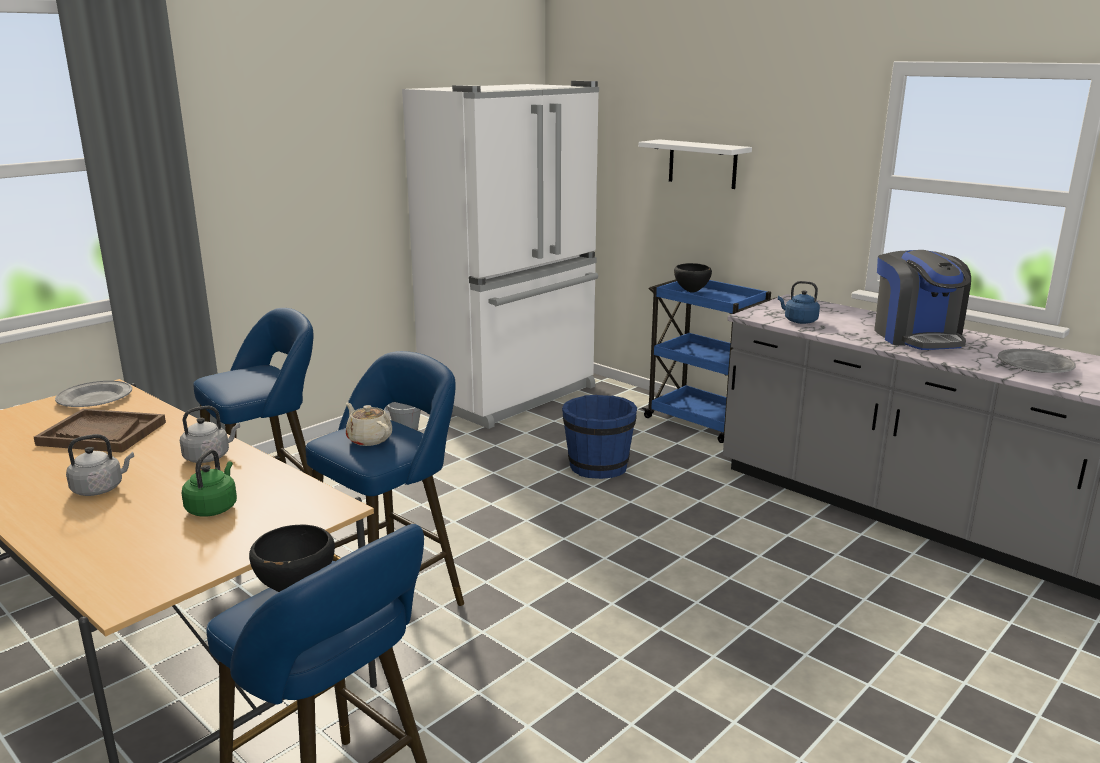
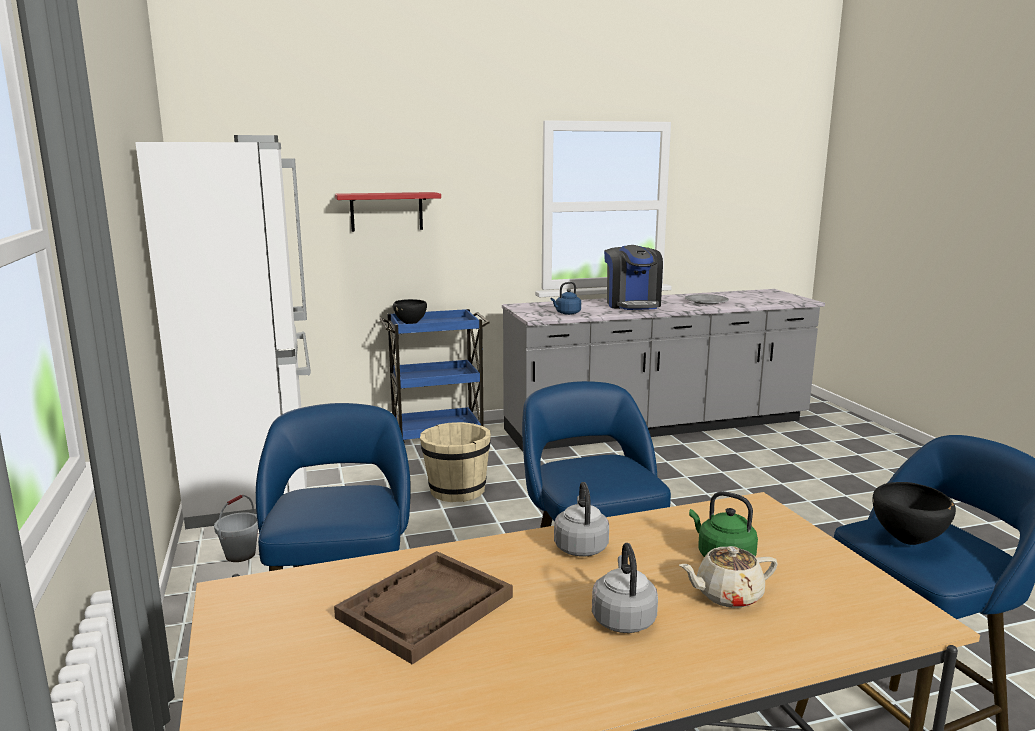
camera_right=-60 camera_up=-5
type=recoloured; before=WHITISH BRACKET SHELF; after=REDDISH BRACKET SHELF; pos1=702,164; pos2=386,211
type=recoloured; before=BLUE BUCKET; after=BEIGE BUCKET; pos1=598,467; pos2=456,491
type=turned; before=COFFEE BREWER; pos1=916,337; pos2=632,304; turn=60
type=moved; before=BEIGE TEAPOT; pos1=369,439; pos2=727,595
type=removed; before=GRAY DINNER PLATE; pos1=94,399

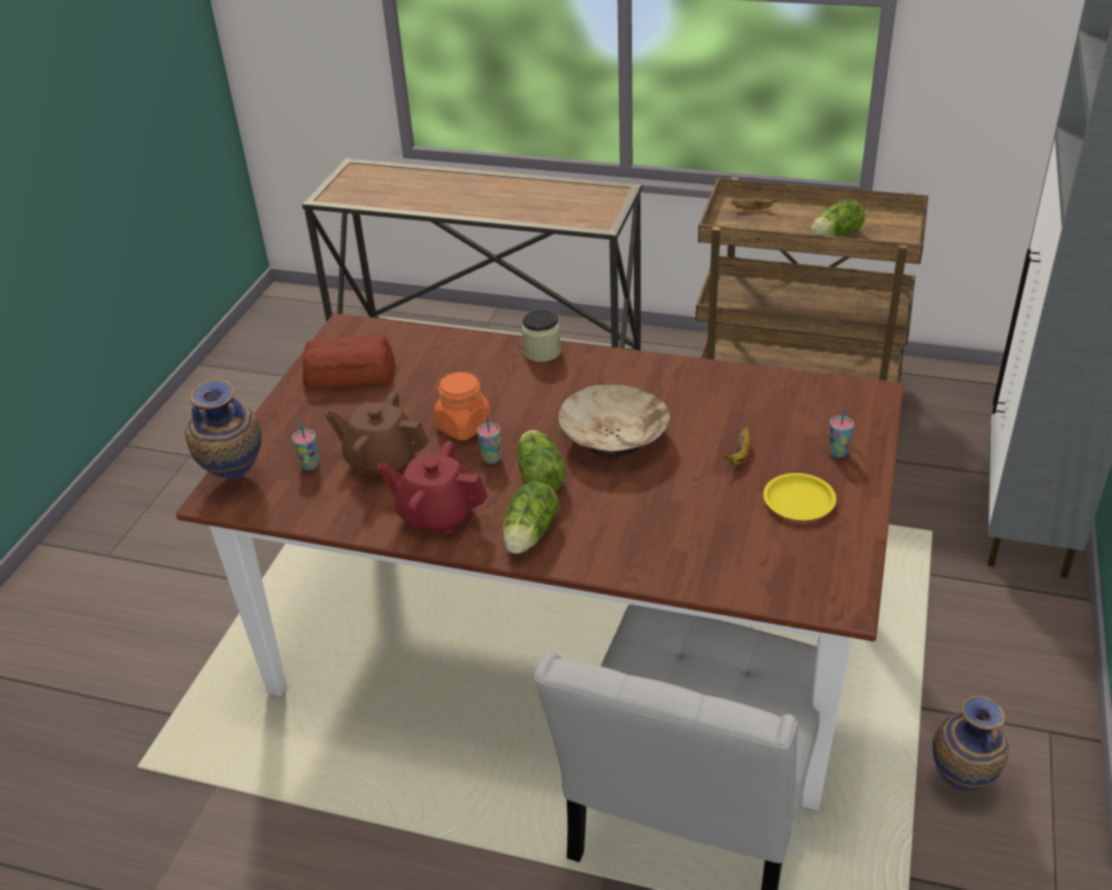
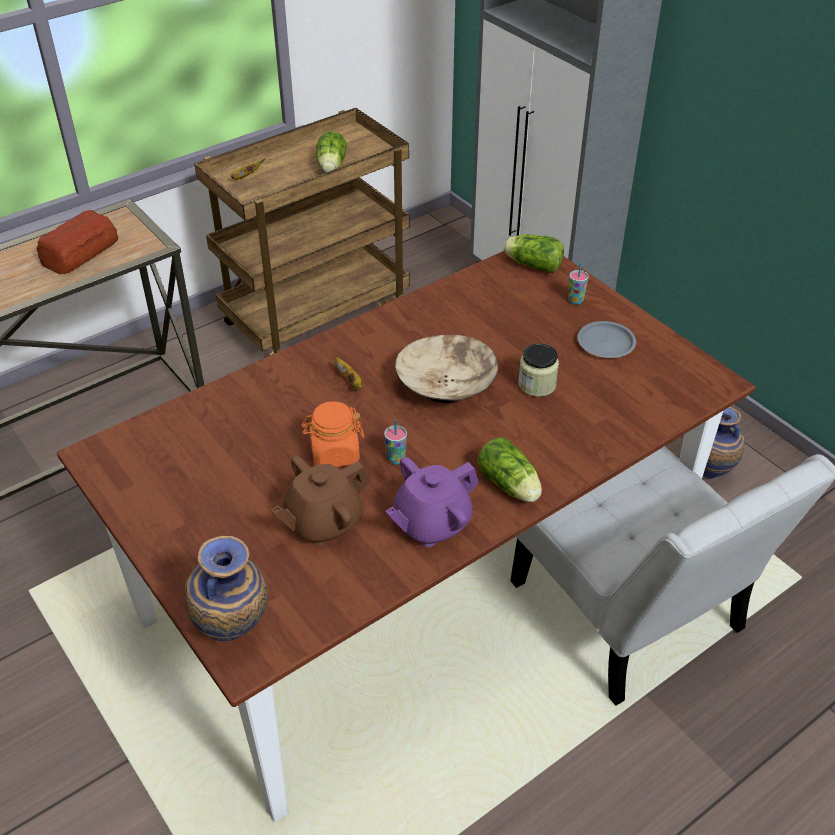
camera_right=-55 camera_up=5
type=moved; before=BAKERY BREAD; pos1=351,374; pos2=81,251
type=moved; before=BANANA FRUIT; pos1=740,456; pos2=350,381
type=recoloured; before=REDDISH TEAPOT; after=PURPLE-COLOURED TEAPOT; pos1=437,515; pos2=431,524
type=moved; before=LETTUCE HEAD; pos1=539,474; pos2=531,264
type=moved; before=JAR; pos1=542,352; pos2=537,385
type=recoloured; before=YELLOW DINNER PLATE; after=GRAY DINNER PLATE; pos1=799,501; pos2=606,343
type=removed; before=CUP; pos1=310,465

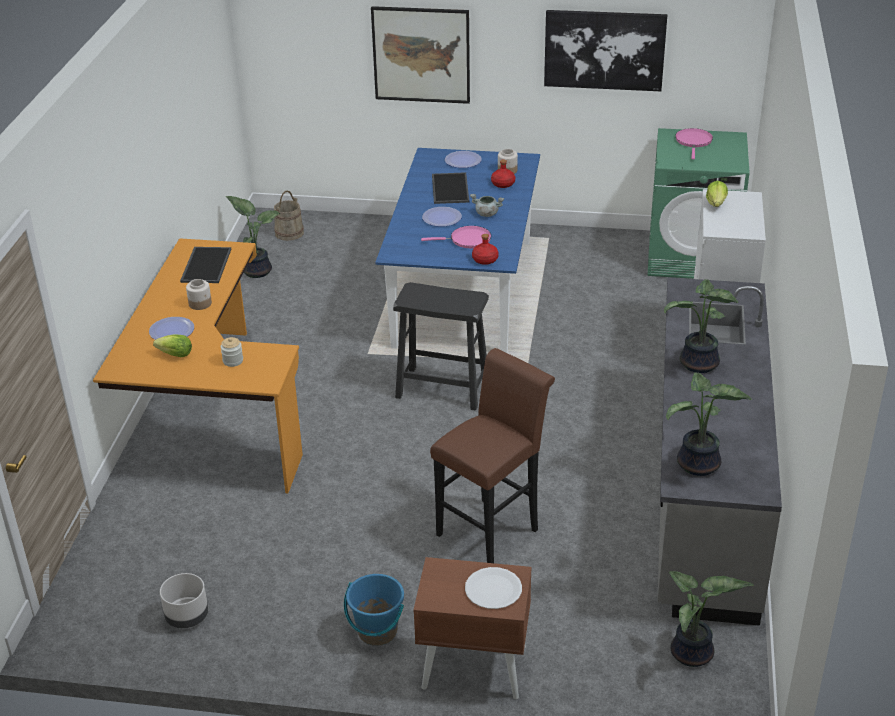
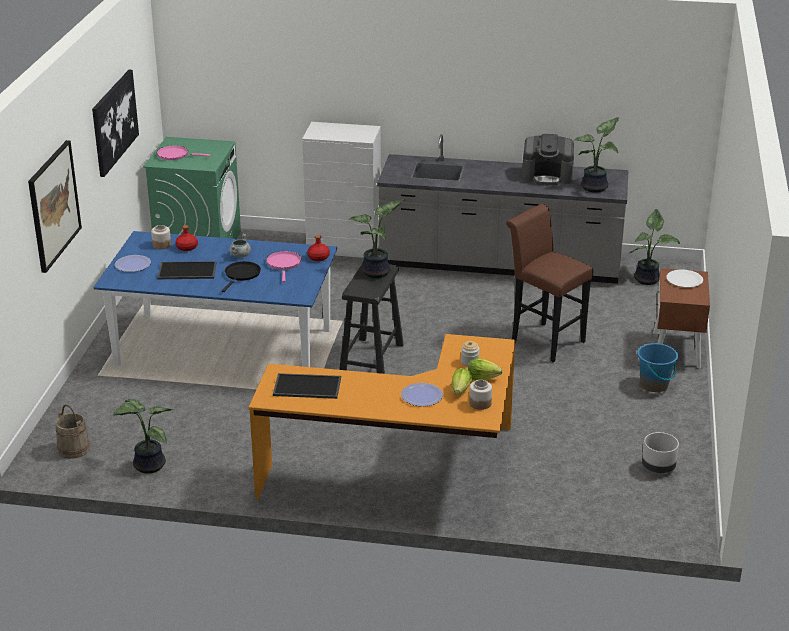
camera_right=-90 camera_up=-5
type=replaced; before=DINNER PLATE; after=BLACK FRYING PAN; pos1=442,218; pos2=241,275
type=moved; before=POTTED PLANT; pos1=698,365; pos2=377,272
type=moved; before=LETTUCE HEAD; pos1=716,204; pos2=482,378
type=moved; before=JAR; pos1=200,303; pos2=480,403
type=added; after=COFFEE BREWER; pos2=547,176

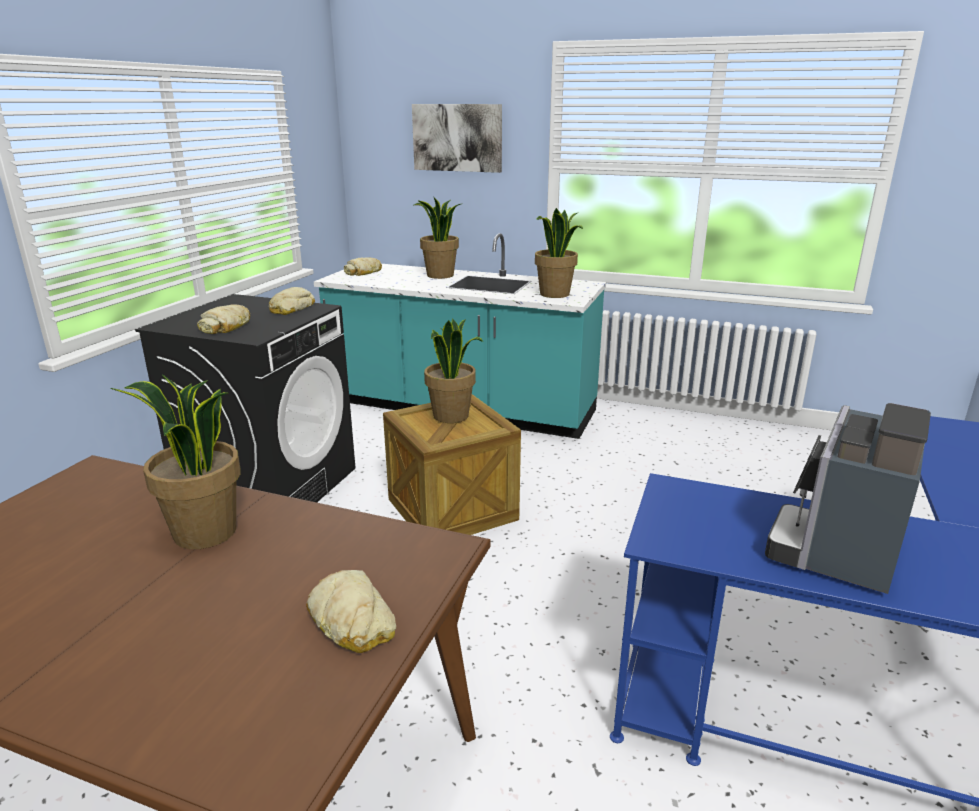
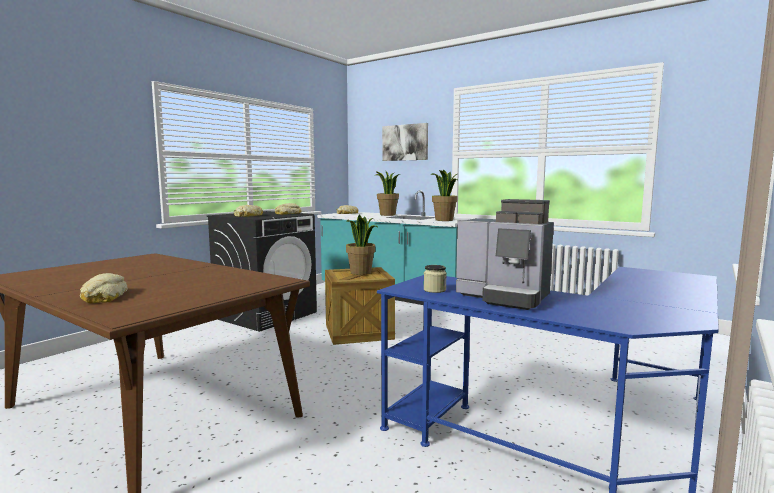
camera_right=15 camera_up=-15
type=moved; before=BAKERY BREAD; pos1=352,621; pos2=103,296
type=added; after=JAR; pos2=434,290
type=turned; before=COFFEE BREWER; pos1=838,549; pos2=505,297; turn=-105
type=removed; before=POTTED PLANT; pos1=204,533

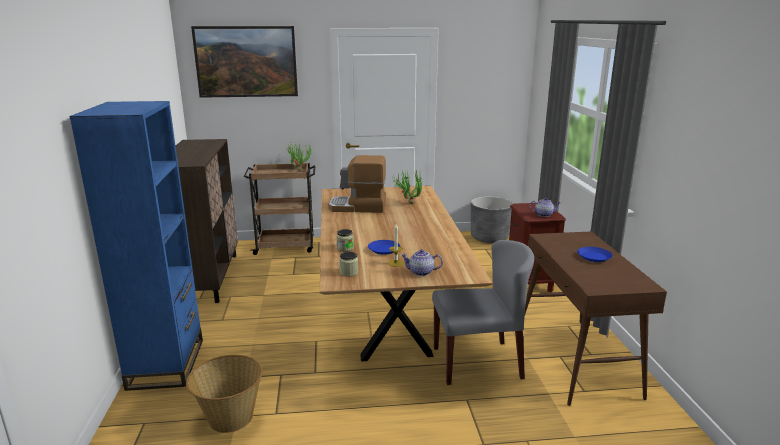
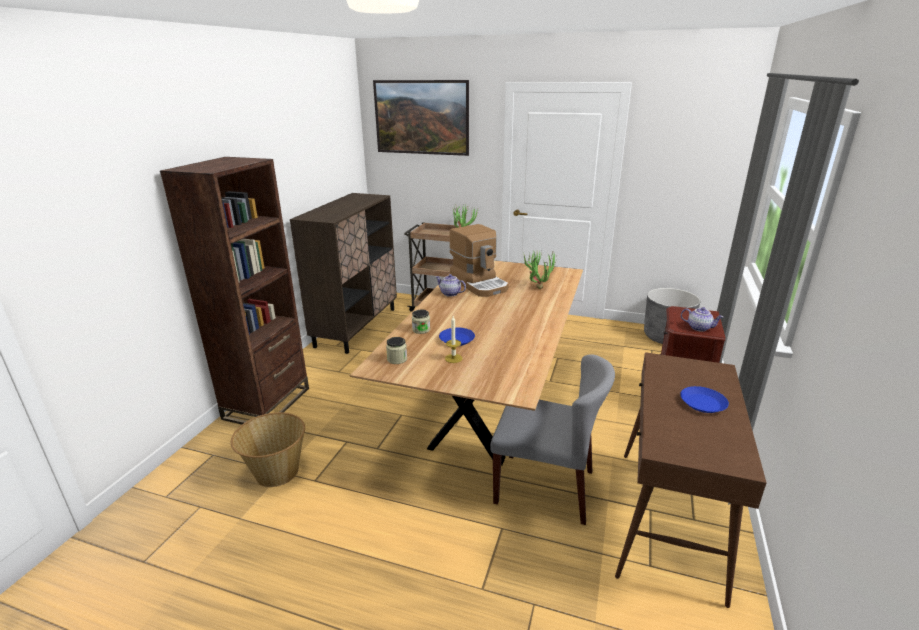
camera_right=25 camera_up=5
type=recoloured; before=BLUE BOOKCASE; after=BROWN BOOKCASE; pos1=166,364; pos2=267,403
type=moved; before=TEAPOT; pos1=421,272; pos2=450,294
type=turned; before=COFFEE BREWER; pos1=358,207; pos2=480,284; turn=-150

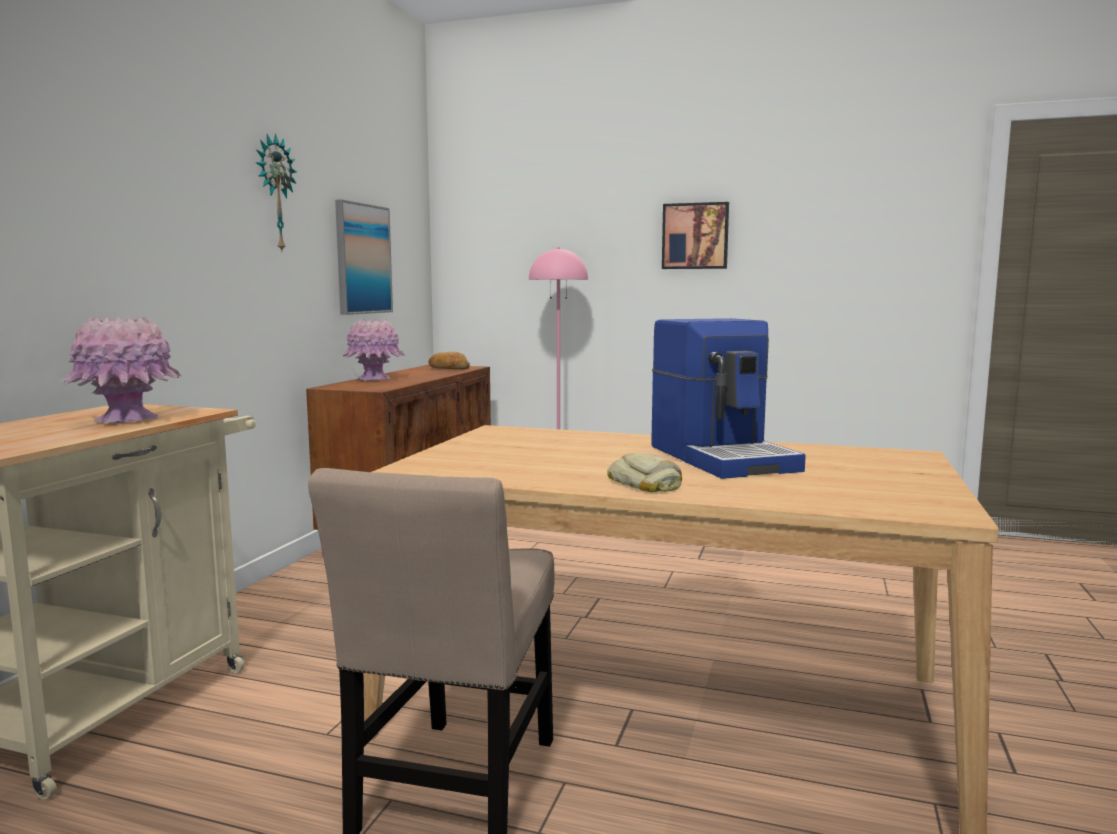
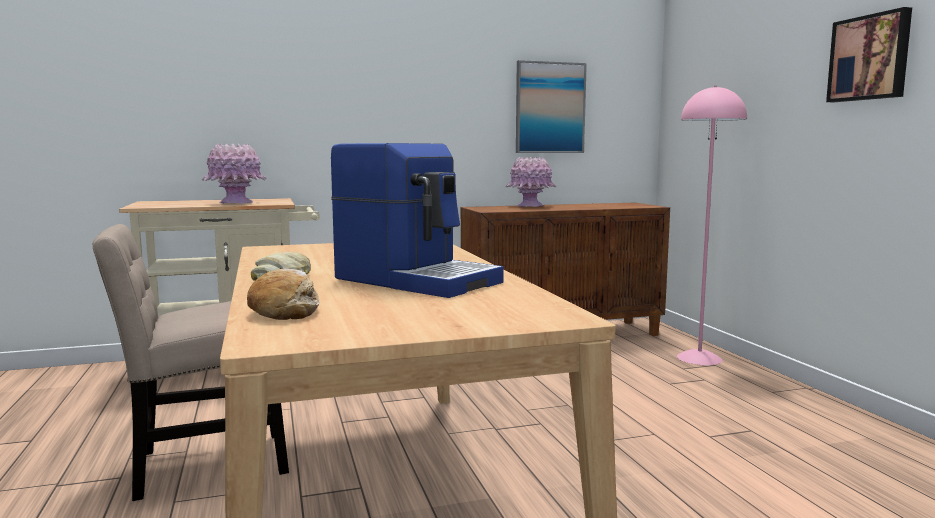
camera_right=55 camera_up=0
type=moved; before=BAKERY BREAD; pos1=448,369; pos2=285,310
type=turned; before=COFFEE BREWER; pos1=723,458; pos2=417,280; turn=-90
type=removed; before=WALL CLOCK; pos1=274,194

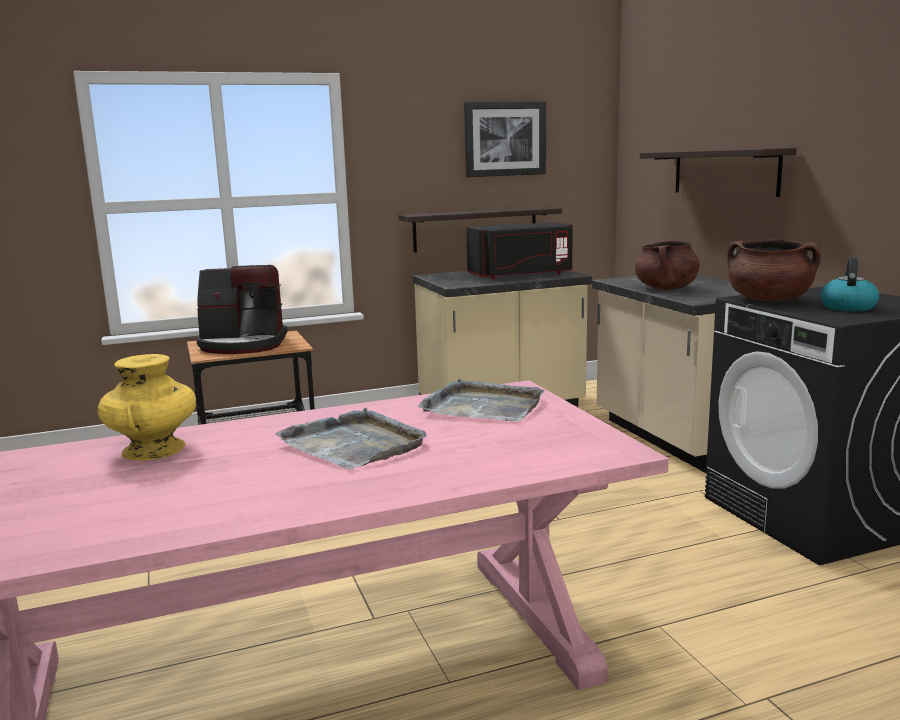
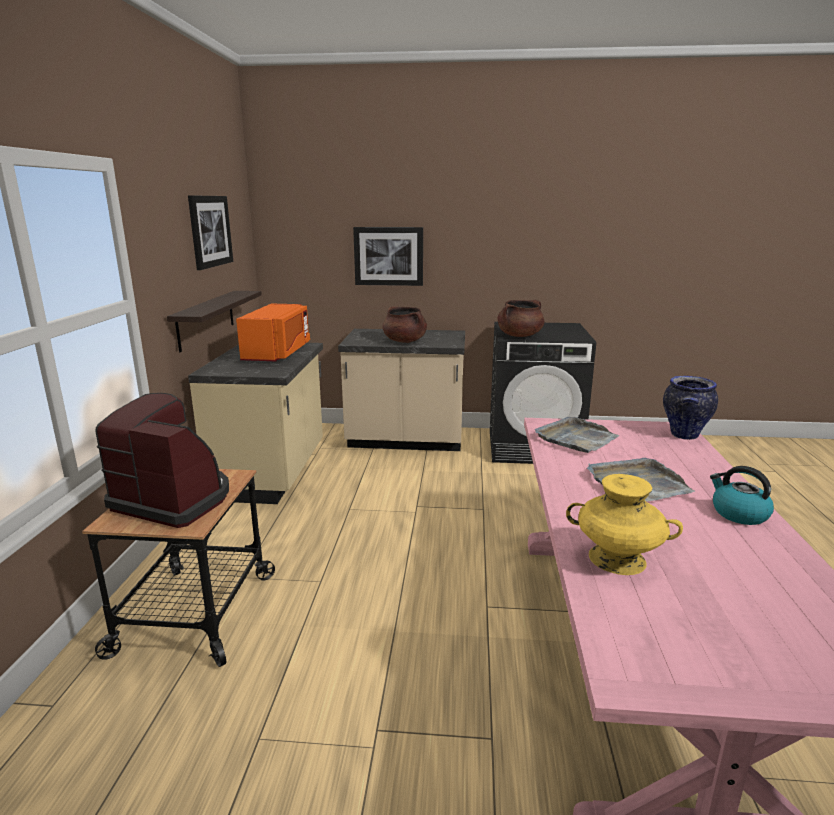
camera_right=-65 camera_up=5
type=turned; before=COFFEE BREWER; pos1=243,344; pos2=174,499; turn=-90
type=recoloured; before=BLACK KITCHEN MICROWAVE; after=ORANGE-COLOURED KITCHEN MICROWAVE; pos1=521,275; pos2=277,353
type=replaced; before=BRACKET SHELF; after=WALL ART; pos1=724,172; pos2=388,256
type=added; after=FLOWER VASE; pos2=684,435
type=moved; before=WATER KETTLE; pos1=847,307; pos2=738,513

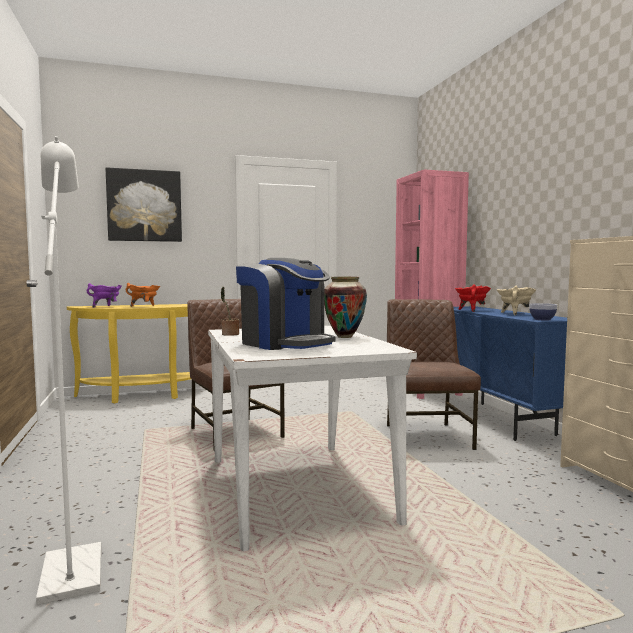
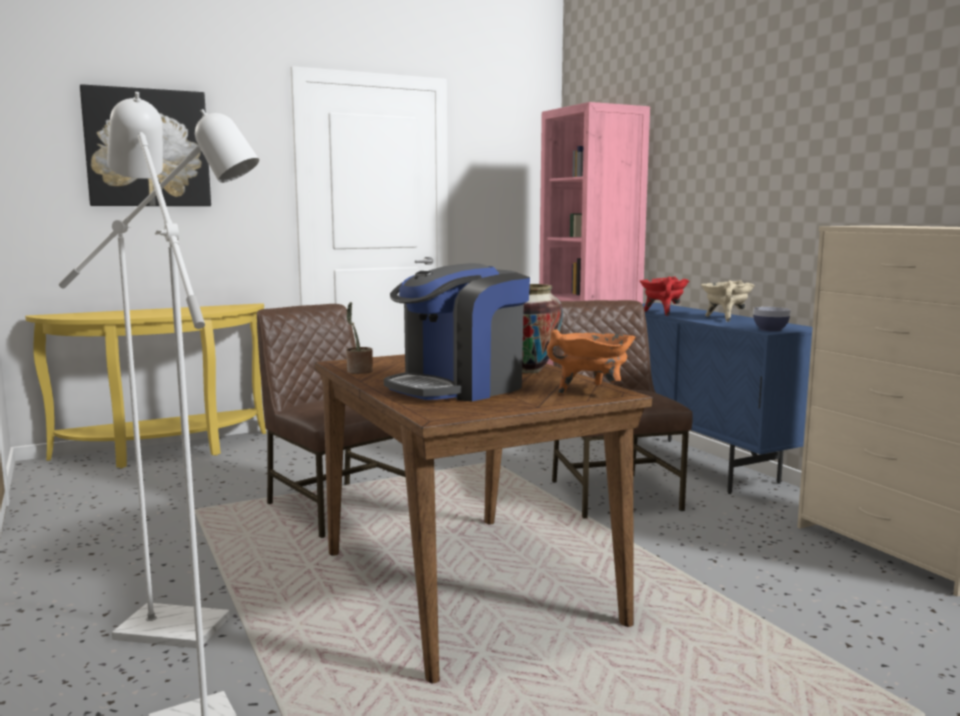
camera_right=-10 camera_up=5
type=added; after=WHITISH STANDING LAMP; pos2=191,629
type=recoloured; before=WHITISH DINNER TABLE; after=BROWN DINNER TABLE; pos1=298,489; pos2=468,587
type=turned; before=COFFEE BREWER; pos1=285,343; pos2=459,387; turn=105
type=moved; before=ORANGE-COLOURED SAUCEPOT; pos1=144,306; pos2=592,391
type=removed; before=PURPLE-COLOURED SAUCEPOT; pos1=106,307

